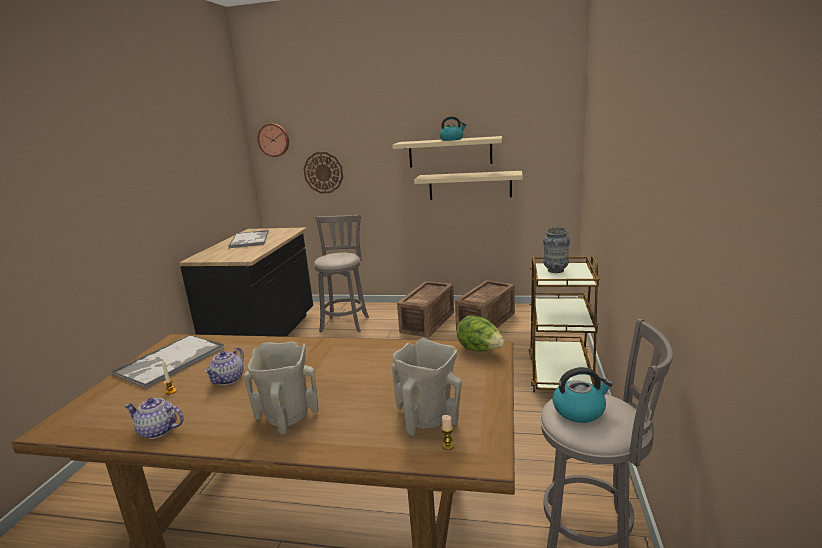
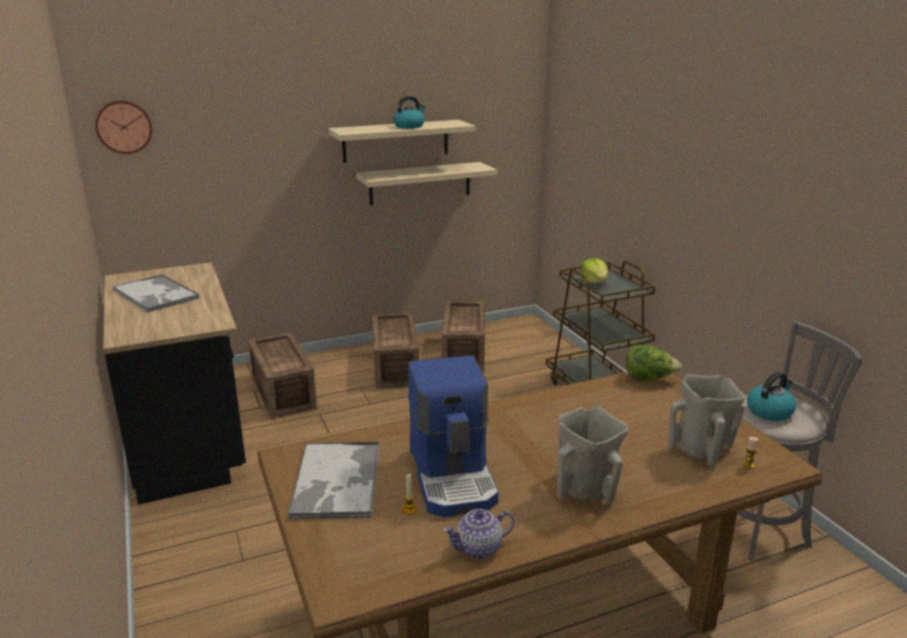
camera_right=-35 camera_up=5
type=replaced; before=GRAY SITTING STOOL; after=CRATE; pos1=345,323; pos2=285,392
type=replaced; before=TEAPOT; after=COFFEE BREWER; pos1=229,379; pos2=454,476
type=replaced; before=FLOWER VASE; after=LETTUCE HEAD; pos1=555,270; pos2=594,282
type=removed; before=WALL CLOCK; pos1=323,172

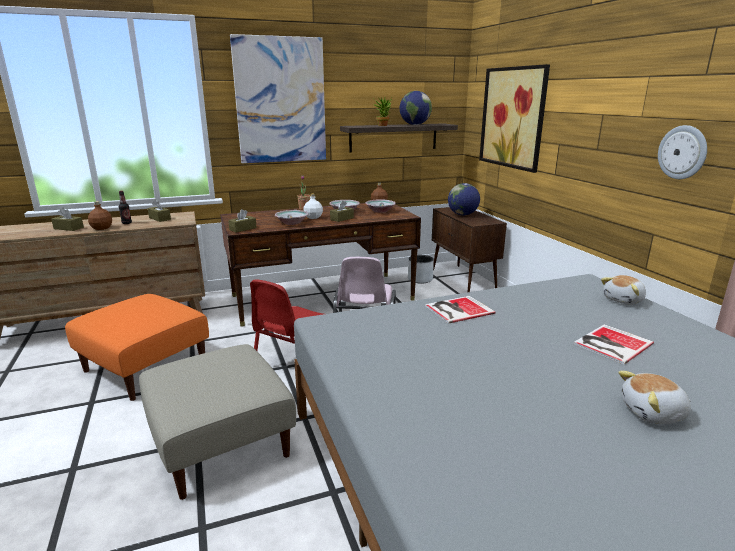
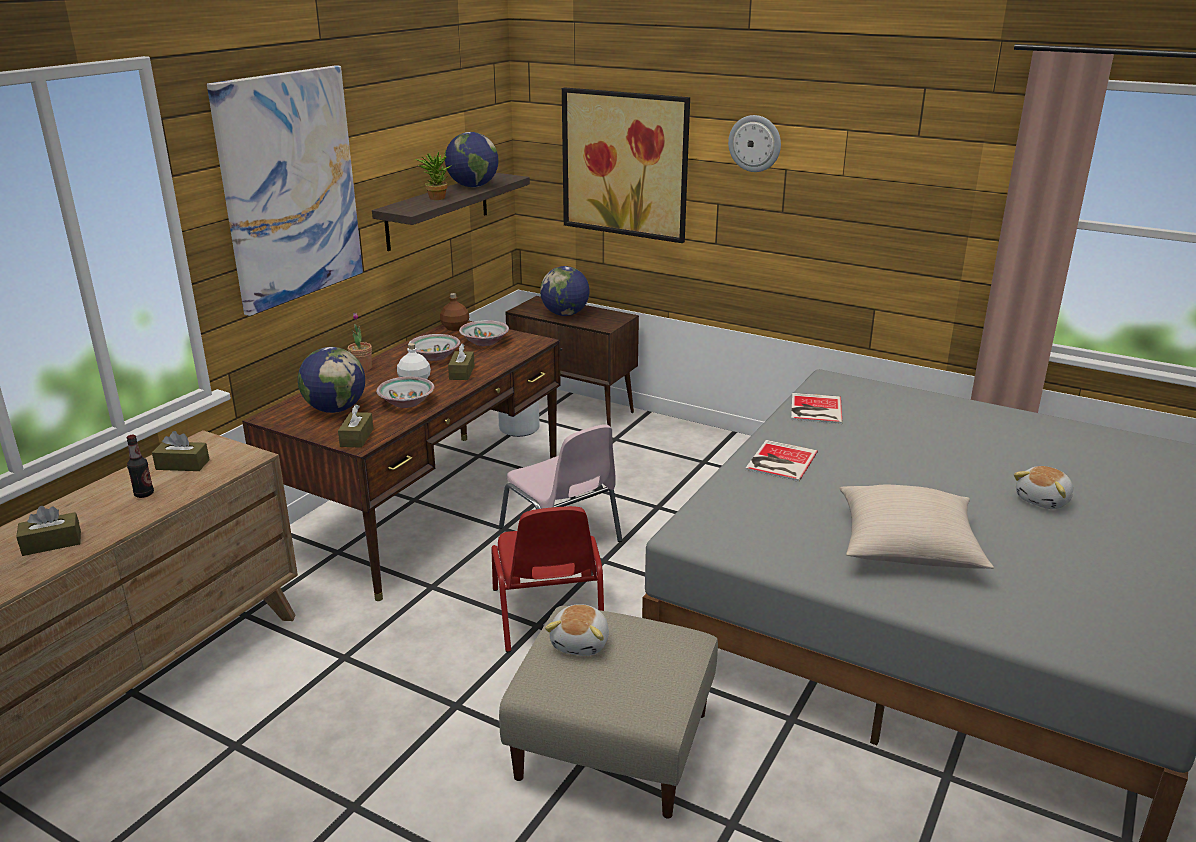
camera_right=-40 camera_up=5
type=added; after=WORLD GLOBE; pos2=335,409
type=moved; before=SOFT TOY; pos1=624,300; pos2=581,643
type=moved; before=WALL CLOCK; pos1=682,152; pos2=755,143
type=moved; before=VOLUME; pos1=610,344; pos2=814,409
type=added; after=BEIGE CUSHION; pos2=907,547
type=removed; before=ORANGE-COLOURED OTTOMAN; pos1=146,367
type=removed; before=BROWN BOTTLE; pos1=101,228

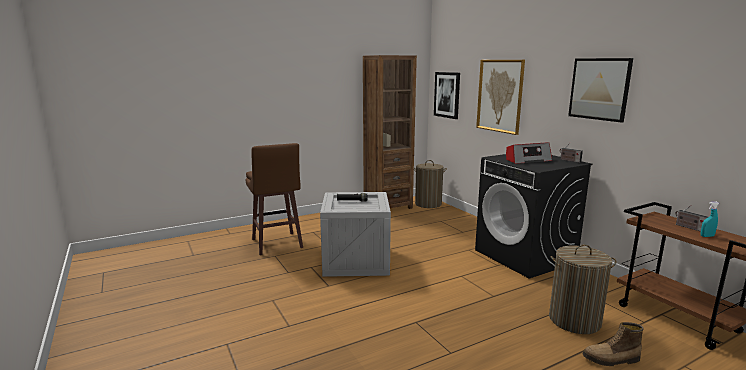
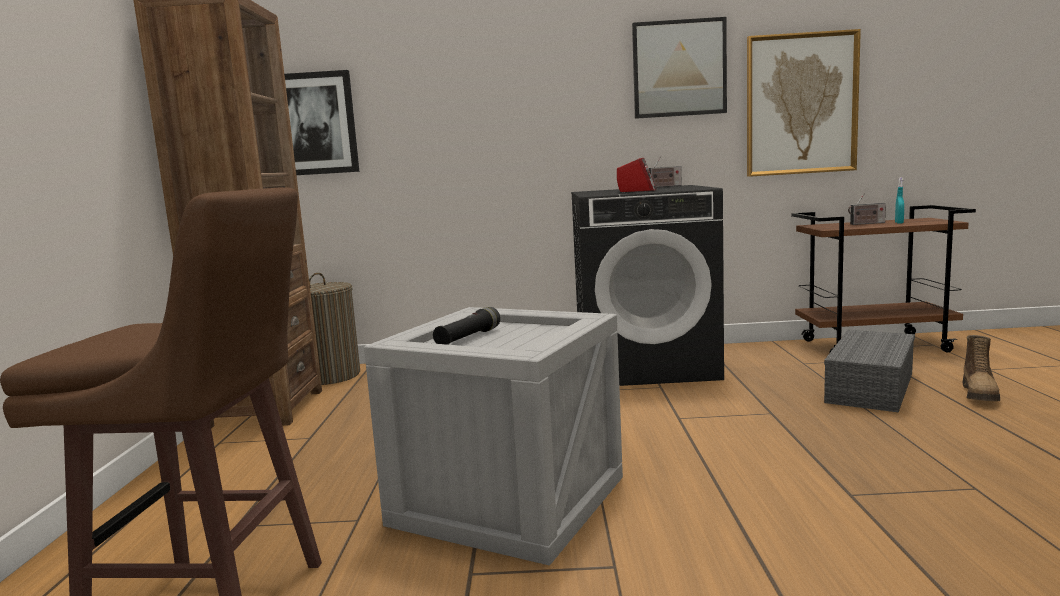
camera_right=-60 camera_up=-5
type=moved; before=WALL ART; pos1=500,96; pos2=801,104
type=replaced; before=LAUNDRY BASKET; after=GRAY STORAGE BOX; pos1=574,320; pos2=869,387

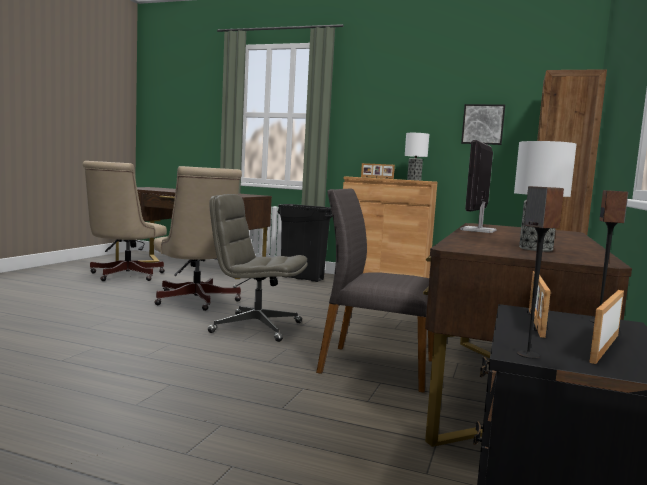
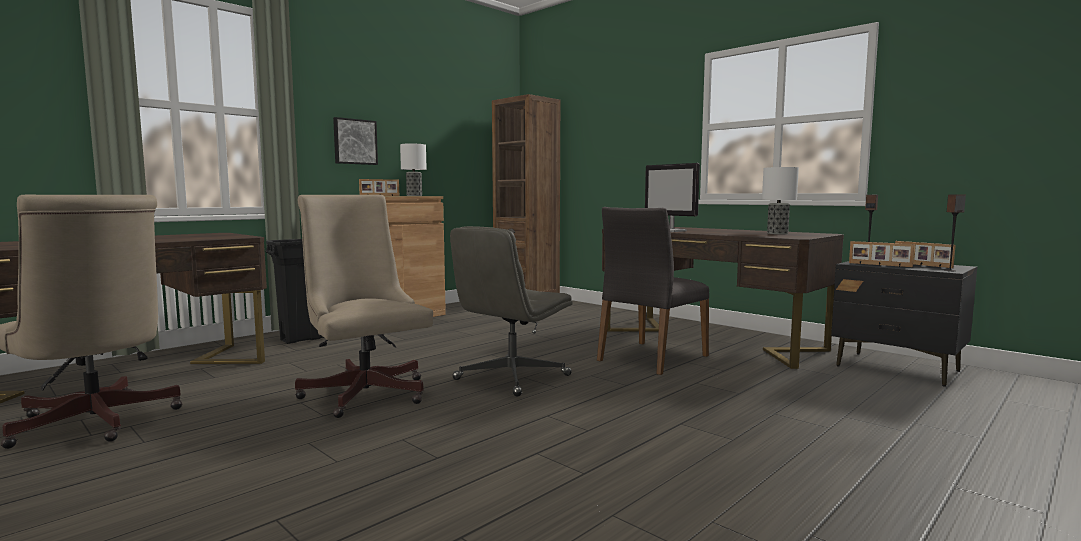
camera_right=-65 camera_up=0
type=turned; before=BEIGE OFFICE CHAIR; pos1=196,301; pos2=364,391; turn=-120
type=moved; before=WALL ART; pos1=483,124; pos2=354,142

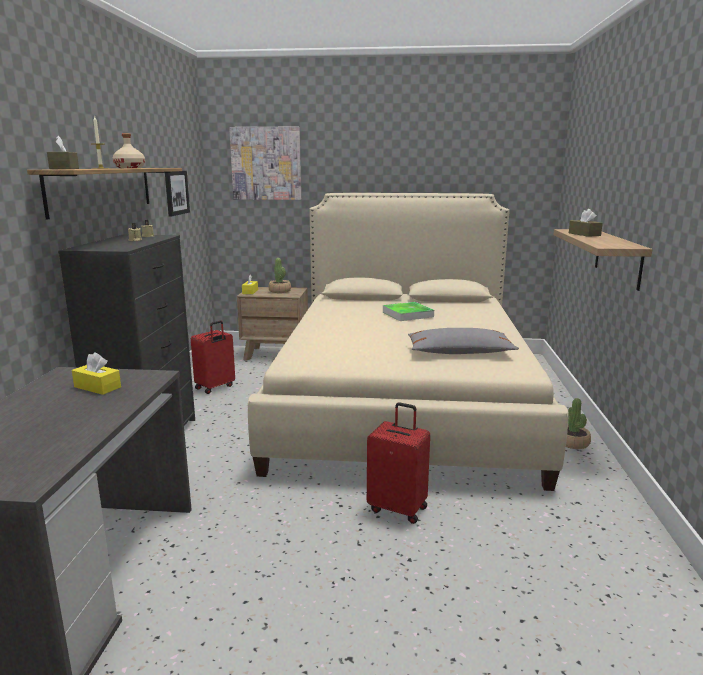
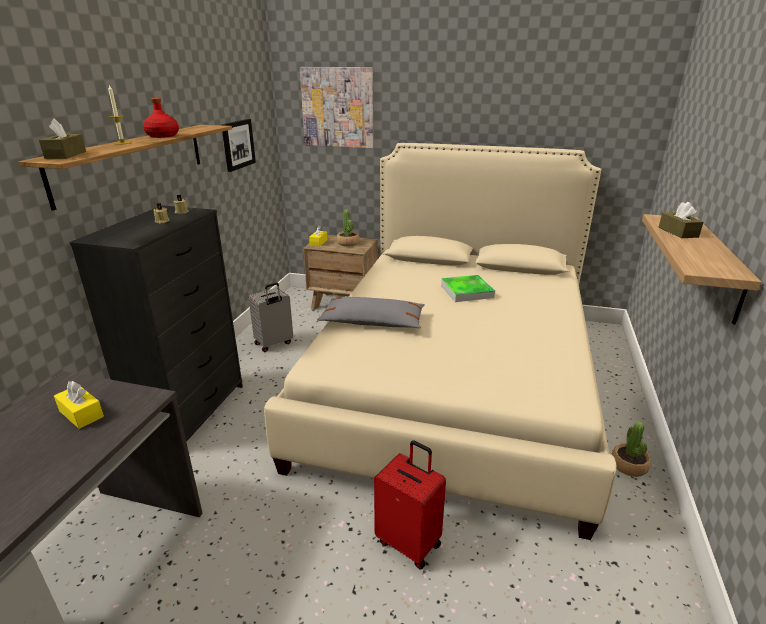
camera_right=10 camera_up=10
type=recoloured; before=BEIGE BOTTLE; after=REDDISH BOTTLE; pos1=130,168; pos2=163,136
type=recoloured; before=REDDISH TRAVEL CASE; after=GRAY TRAVEL CASE; pos1=215,387; pos2=274,344
type=moved; before=GRAY CUSHION; pos1=459,352; pos2=372,322

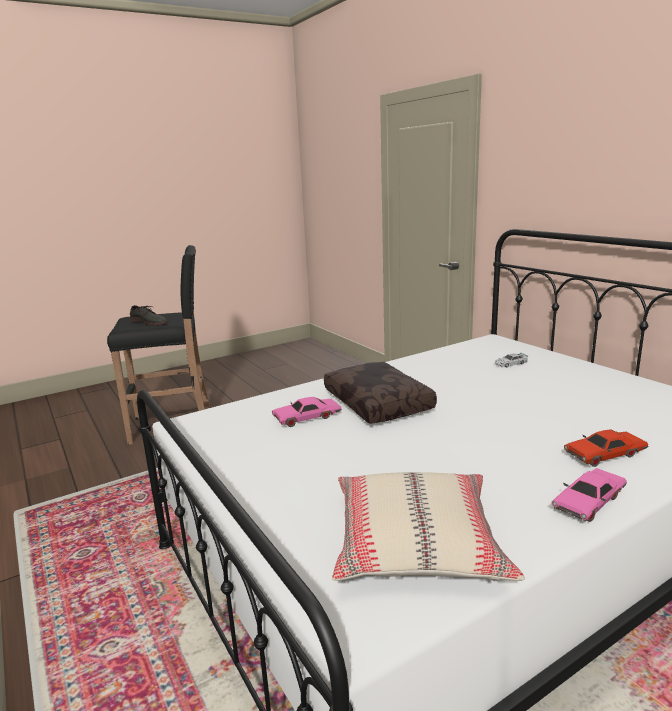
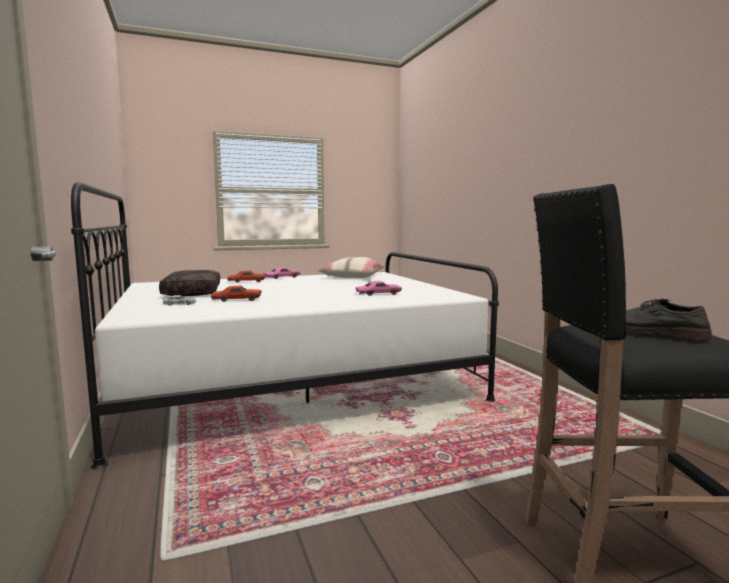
camera_right=-170 camera_up=-10
type=moved; before=BROWN CUSHION; pos1=379,403; pos2=191,292
type=added; after=REDDISH TOY CAR; pos2=236,300

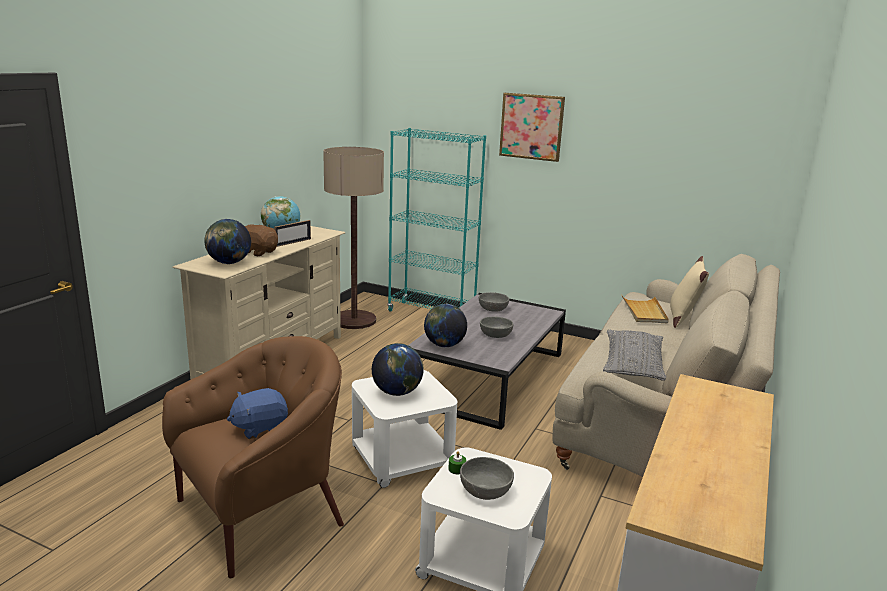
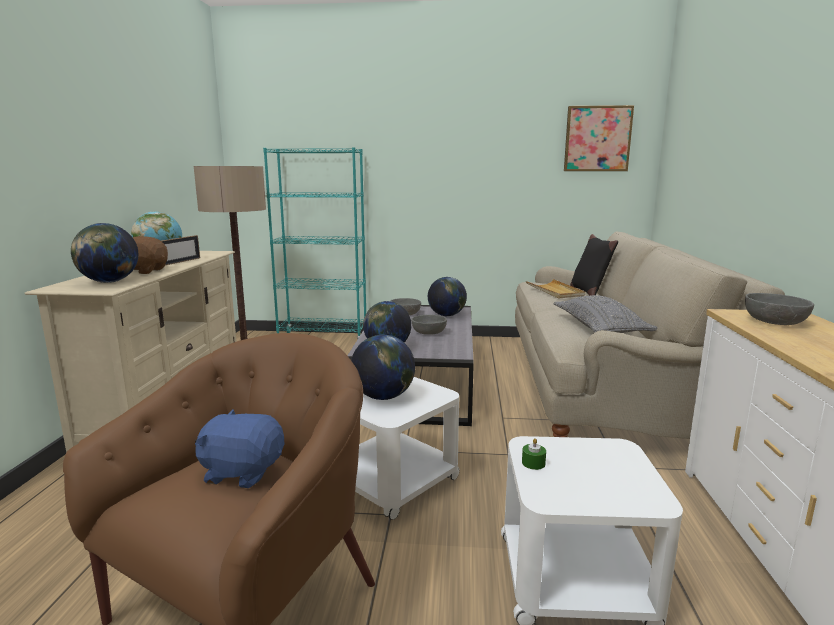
camera_right=-20 camera_up=-5
type=turned; before=BLUE SOFT TOY; pos1=259,428; pos2=242,472; turn=60
type=added; after=WORLD GLOBE; pos2=446,315
type=moved; before=WALL ART; pos1=531,126; pos2=597,139
type=recoloured; before=BEIGE CUSHION; after=BLACK CUSHION; pos1=683,318; pos2=589,292
type=moved; before=GRAY BOWL; pos1=486,490; pos2=775,321

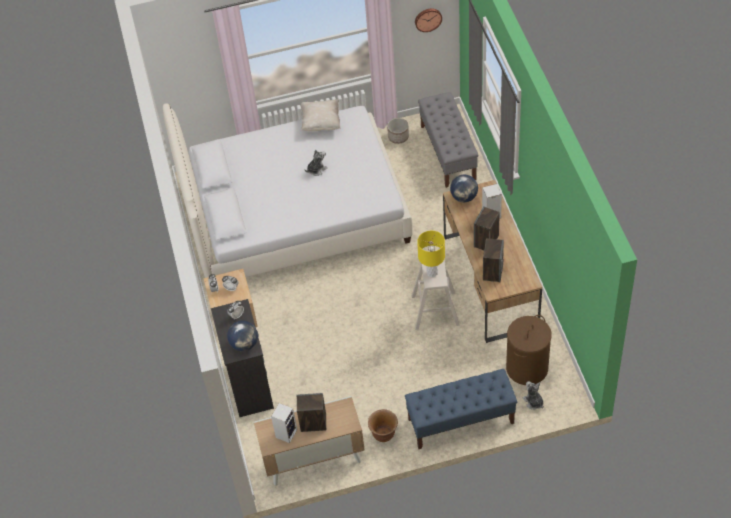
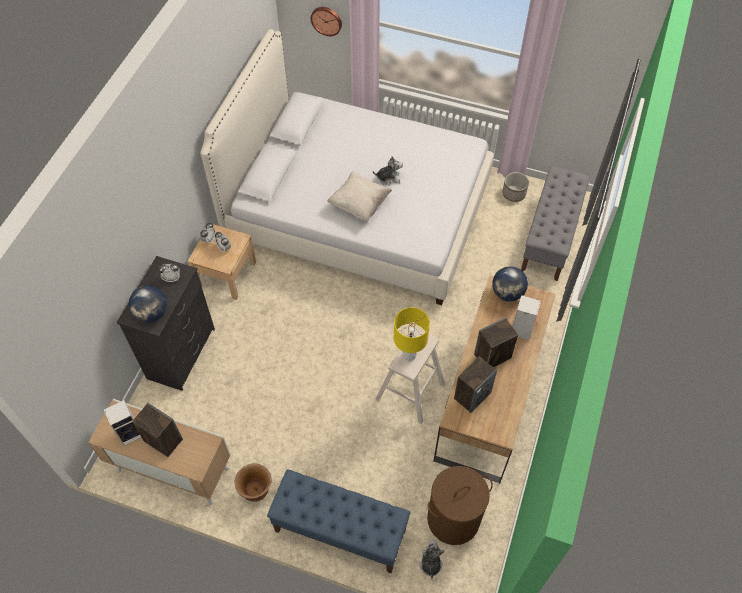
camera_right=30 camera_up=5
type=moved; before=WALL CLOCK; pos1=428,19; pos2=326,20
type=moved; before=BEIGE CUSHION; pos1=321,123; pos2=359,204

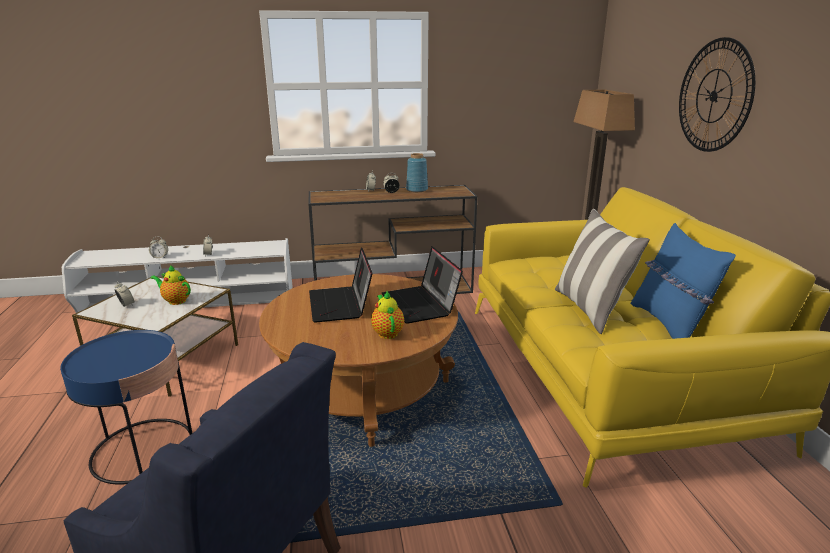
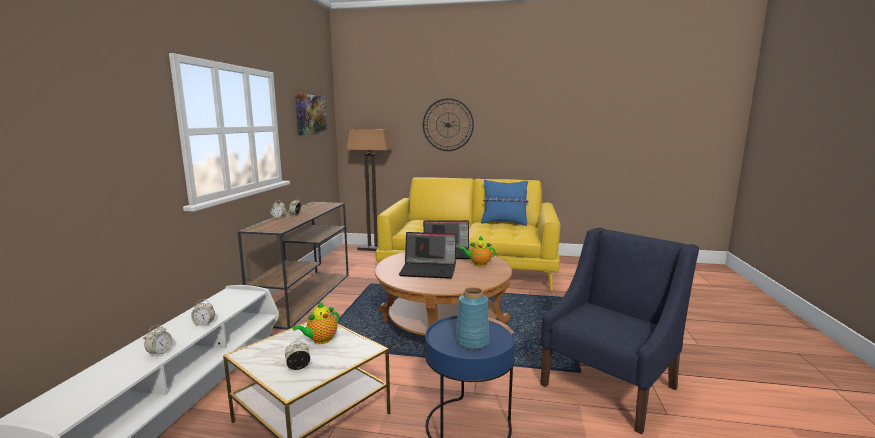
camera_right=-70 camera_up=-10
type=added; after=WALL ART; pos2=310,114
type=moved; before=BLUE FLOWER VASE; pos1=416,190; pos2=471,342
type=removed; before=CUSHION; pos1=590,309

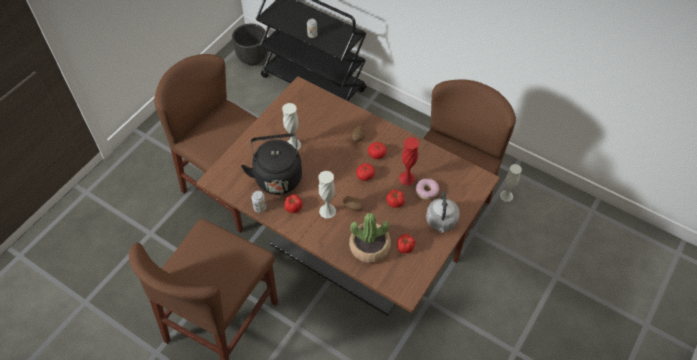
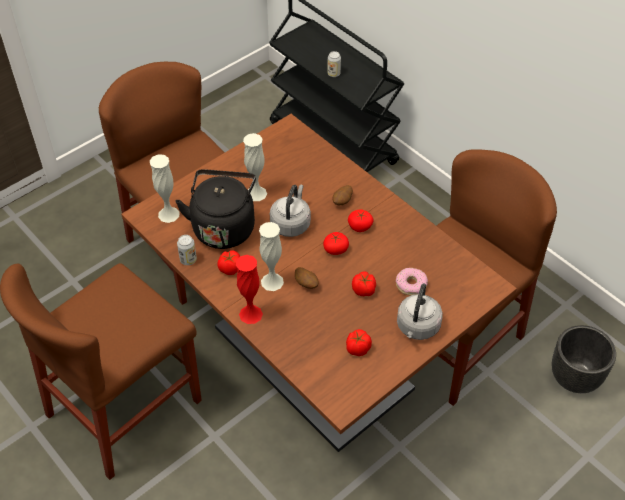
camera_right=15 camera_up=-5
type=moved; before=WHITISH FLOWER VASE; pos1=506,196; pos2=168,214
type=moved; before=REDDISH FLOWER VASE; pos1=407,178; pos2=250,314
type=added; after=GRAY WATER KETTLE; pos2=291,223
type=moved; before=BLACK PLANTER; pos1=253,59; pos2=575,379
type=removed; before=POTTED PLANT; pos1=369,246

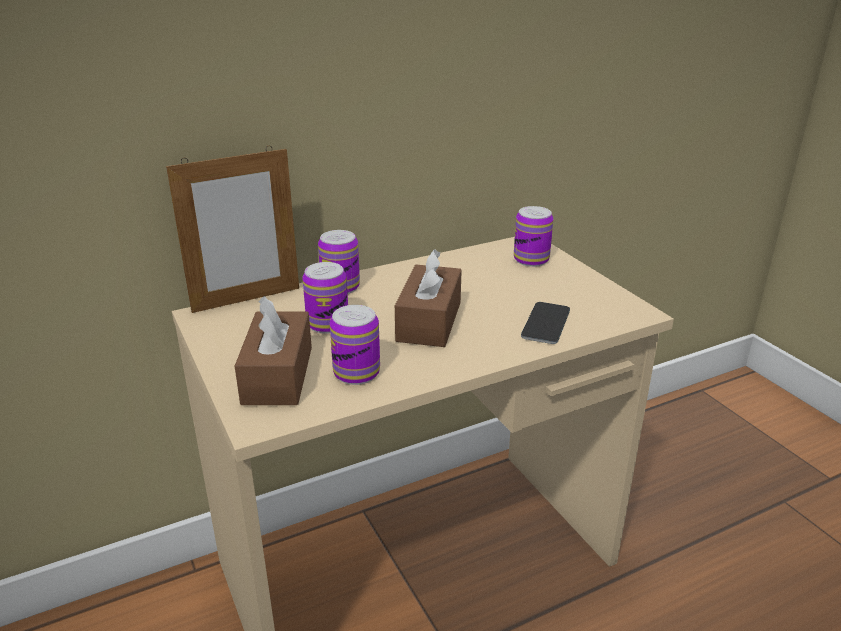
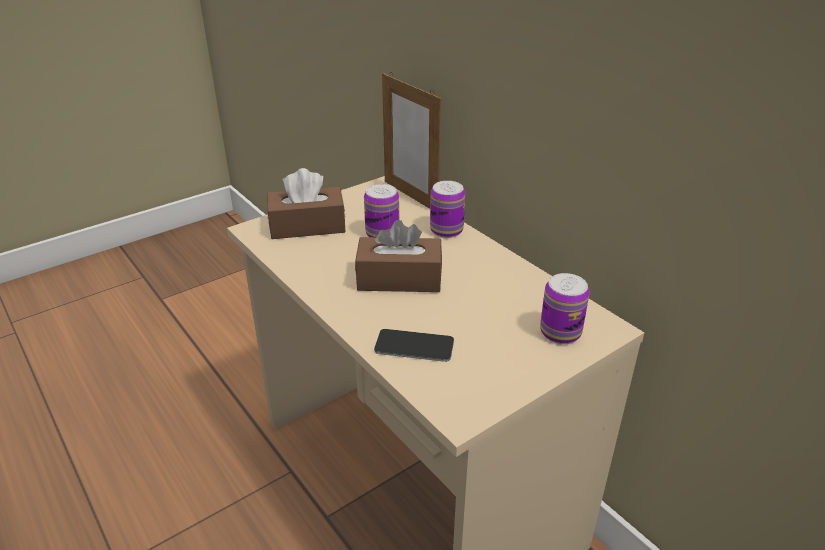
camera_right=80 camera_up=5
type=removed; before=CAN; pos1=356,373

